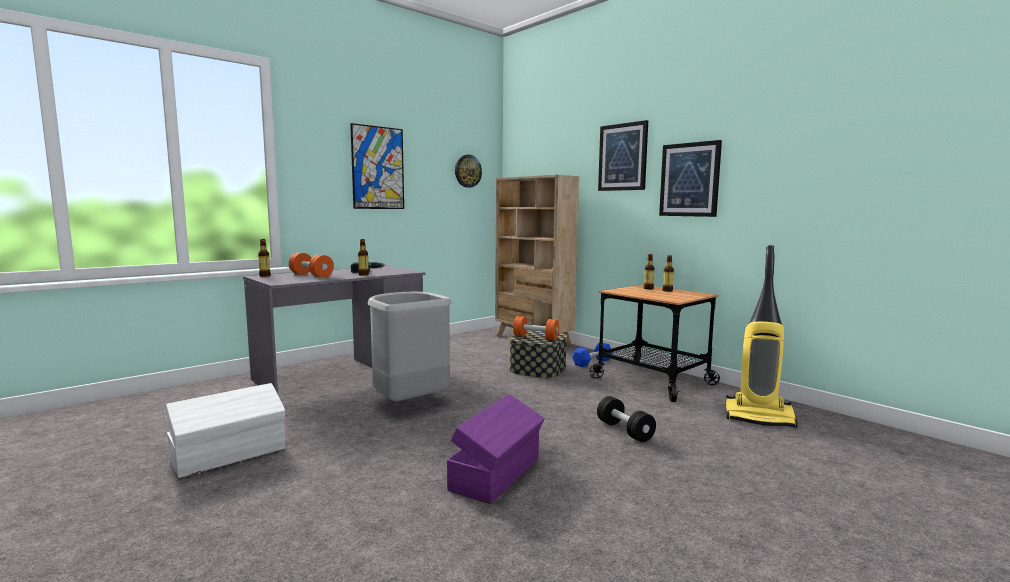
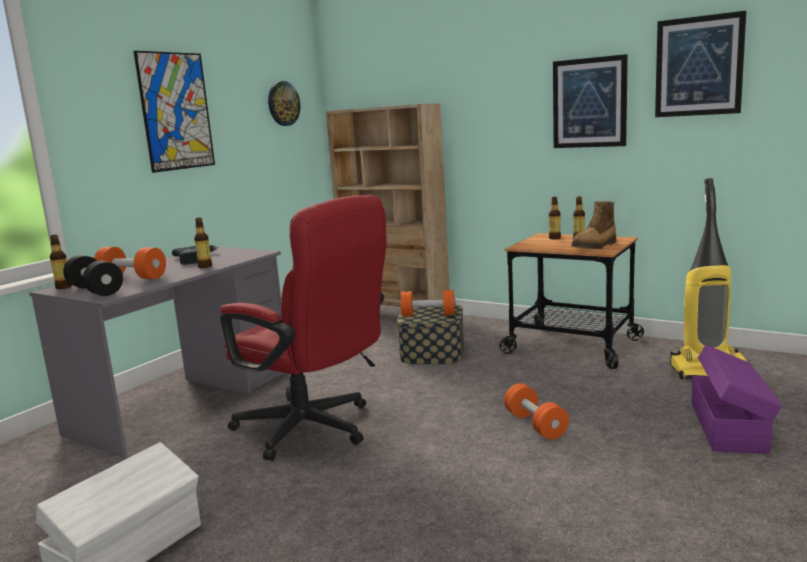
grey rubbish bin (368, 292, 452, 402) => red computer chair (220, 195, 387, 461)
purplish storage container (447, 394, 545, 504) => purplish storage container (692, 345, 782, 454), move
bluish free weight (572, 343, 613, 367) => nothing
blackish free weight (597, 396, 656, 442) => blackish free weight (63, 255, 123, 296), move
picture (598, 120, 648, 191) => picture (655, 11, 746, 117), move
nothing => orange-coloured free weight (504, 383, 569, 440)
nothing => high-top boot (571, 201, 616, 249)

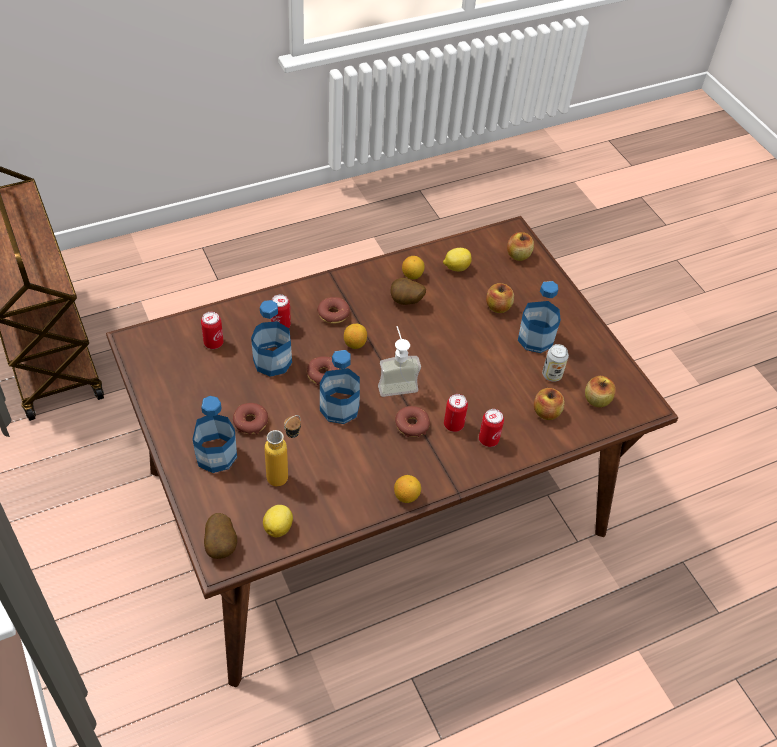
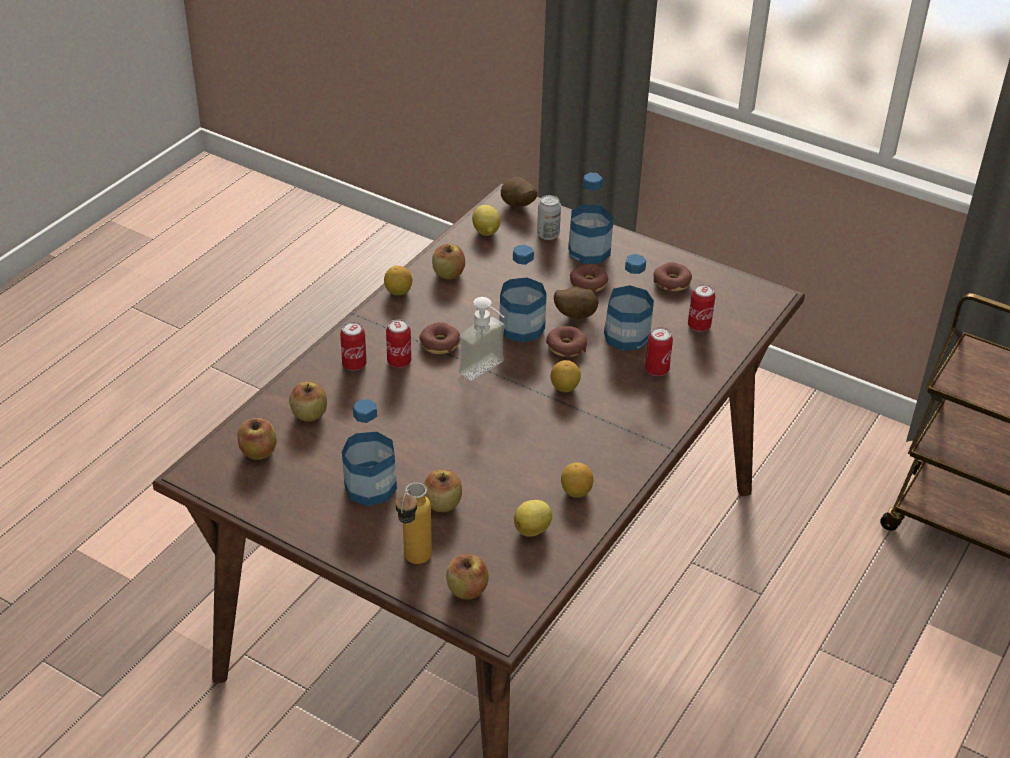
bottle (264, 415, 301, 487) => bottle (396, 483, 432, 564), move
doughnut (317, 297, 350, 324) => doughnut (653, 262, 692, 292), move
spud (391, 278, 426, 305) => spud (554, 287, 598, 319), move
sealed can (542, 344, 569, 382) => sealed can (537, 195, 561, 240), move
nothing => apple (432, 244, 465, 280)

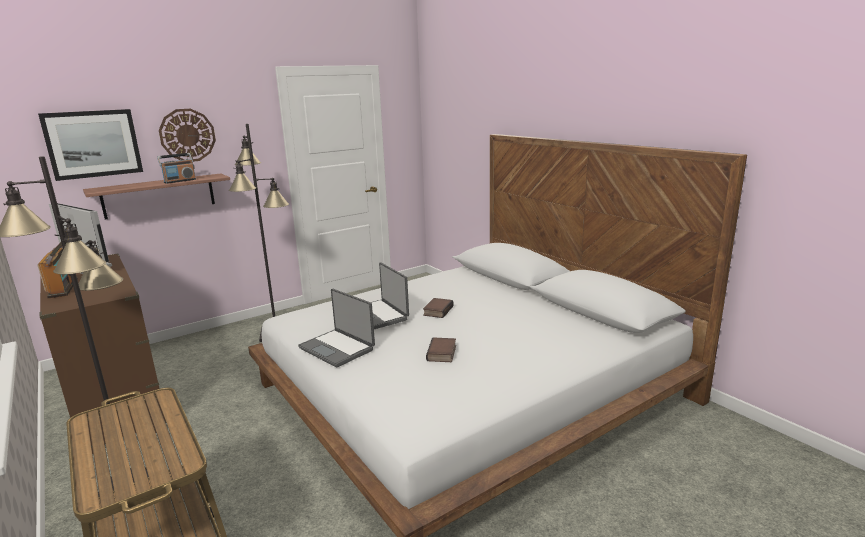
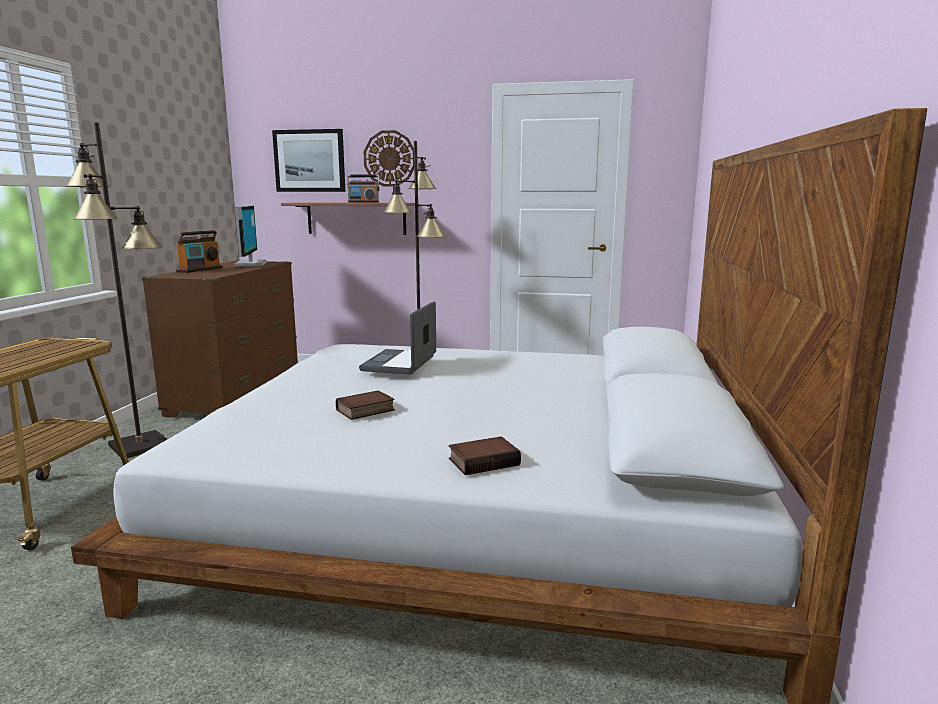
notebook computer (298, 289, 375, 367) => nothing
bound book (423, 298, 454, 318) => bound book (449, 436, 521, 475), move

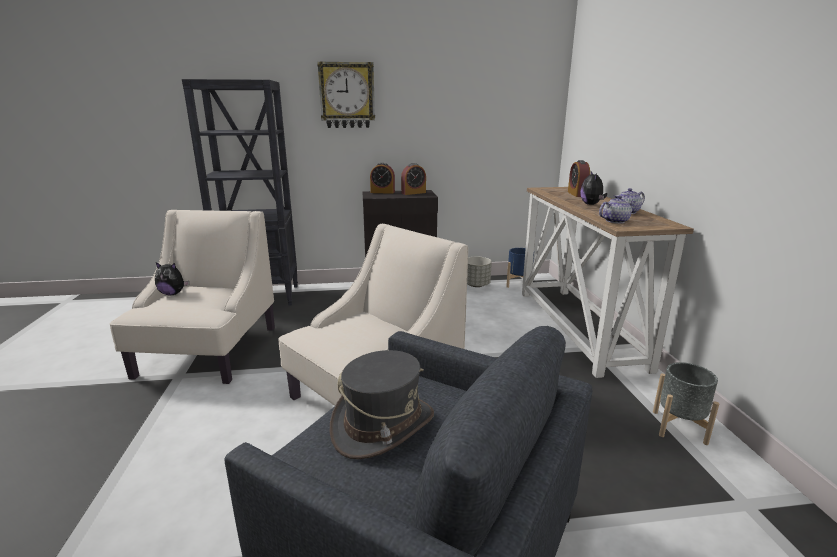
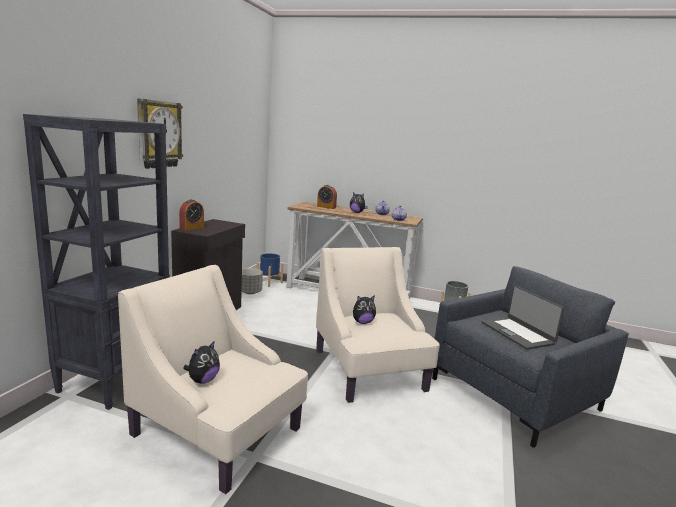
grey hat (330, 350, 434, 459) => notebook computer (481, 285, 564, 350)
table clock (401, 163, 426, 195) => nothing
nothing => plush toy (353, 295, 376, 324)

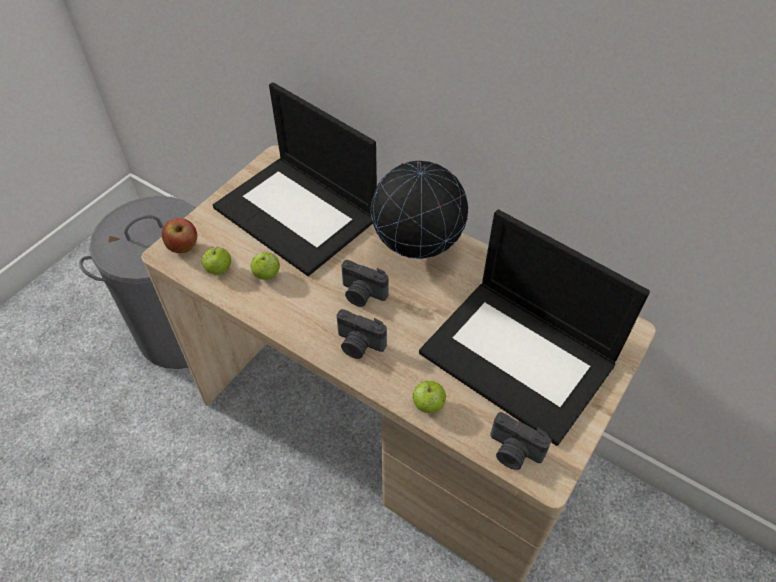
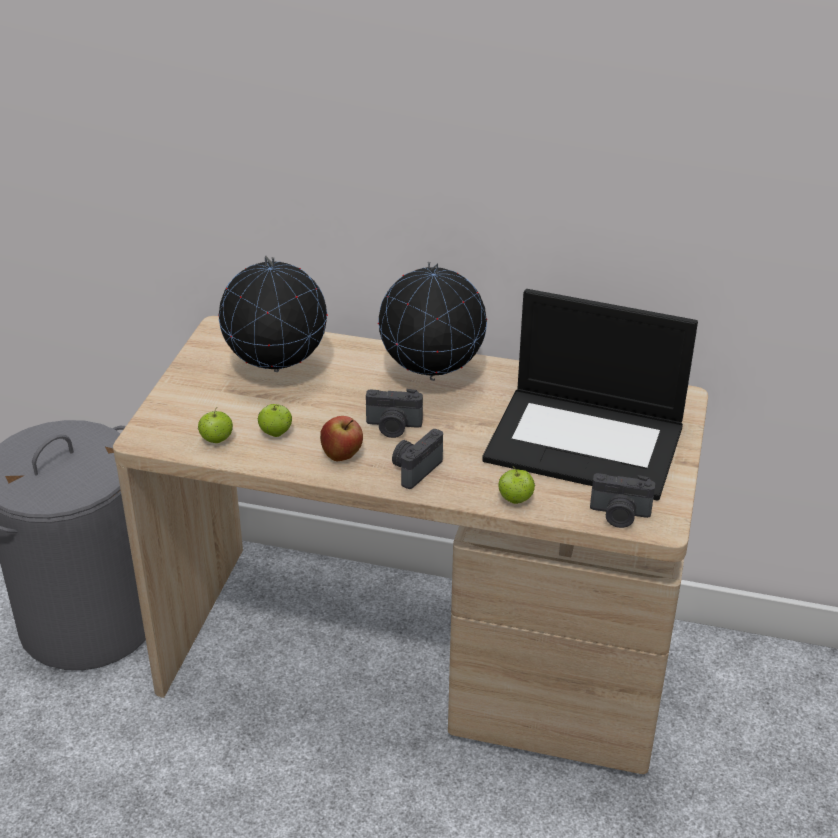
apple (162, 218, 197, 253) => apple (320, 416, 363, 461), move
notebook computer (213, 82, 377, 276) => world globe (218, 256, 328, 372)
still camera (337, 309, 387, 359) => still camera (392, 429, 443, 489), 120 degrees clockwise

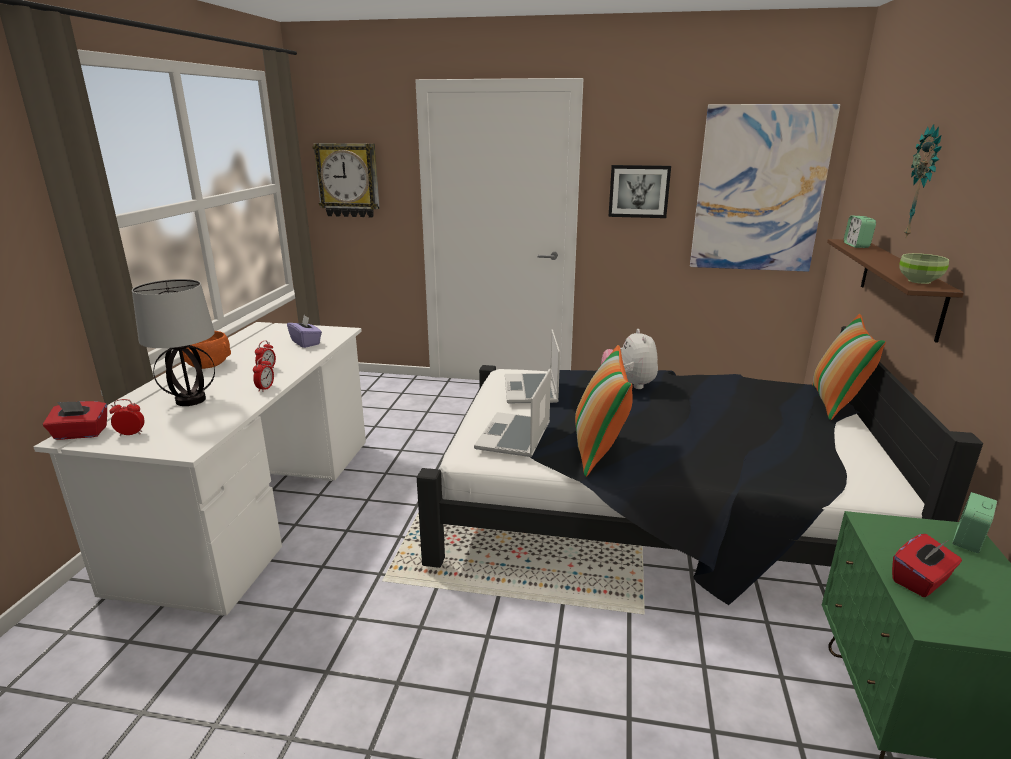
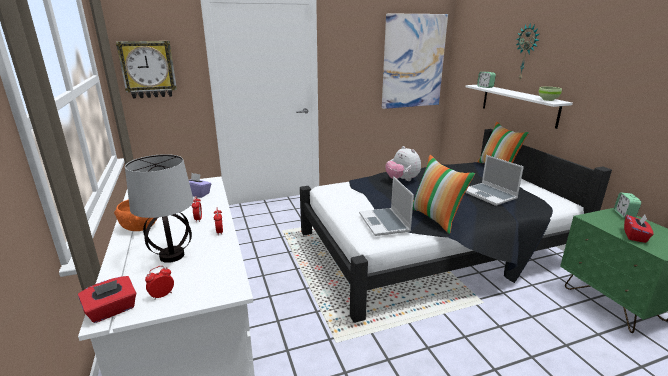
notebook computer (505, 329, 560, 403) => notebook computer (465, 155, 524, 206), move
picture (608, 165, 671, 218) => nothing
brownish wall shelf (827, 239, 964, 343) => whitish wall shelf (466, 85, 573, 129)

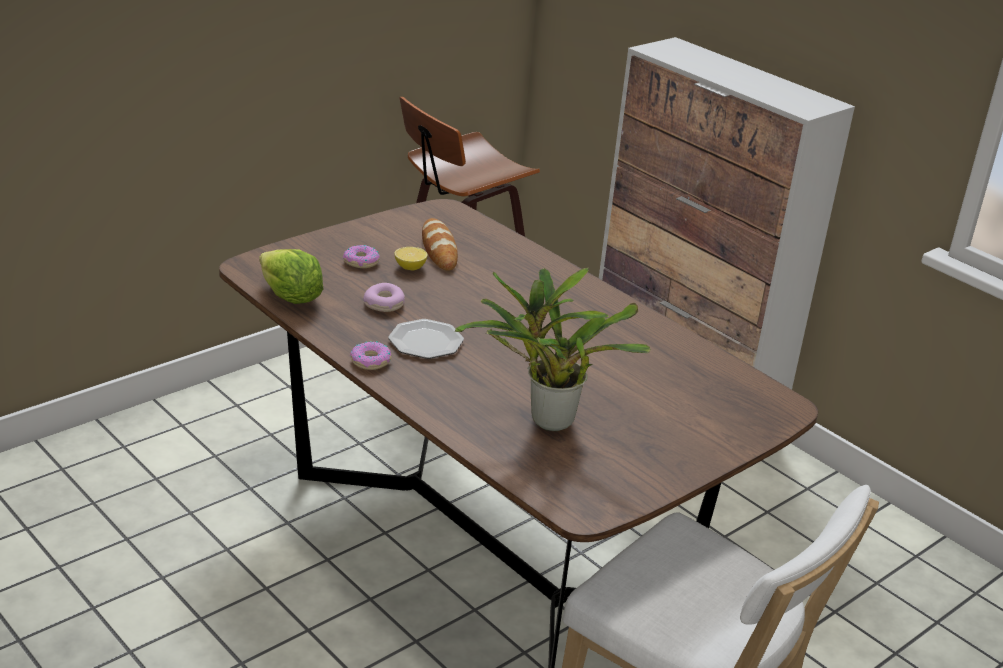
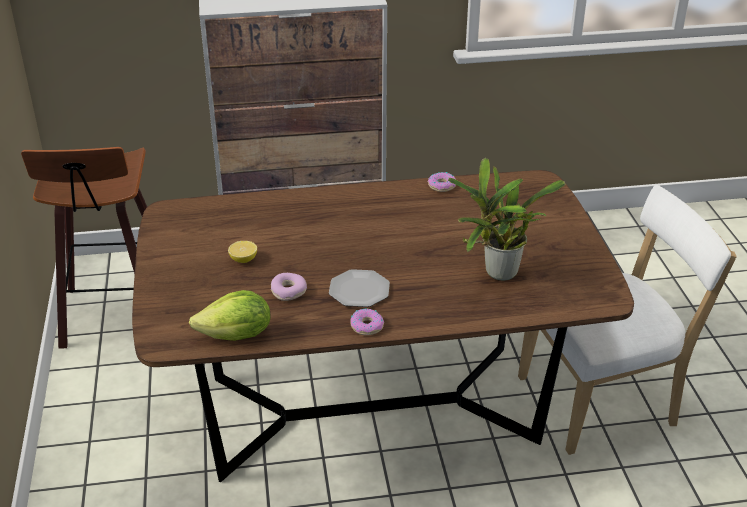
doughnut (343, 245, 380, 268) => doughnut (428, 172, 456, 192), move
bread (422, 218, 458, 271) => nothing

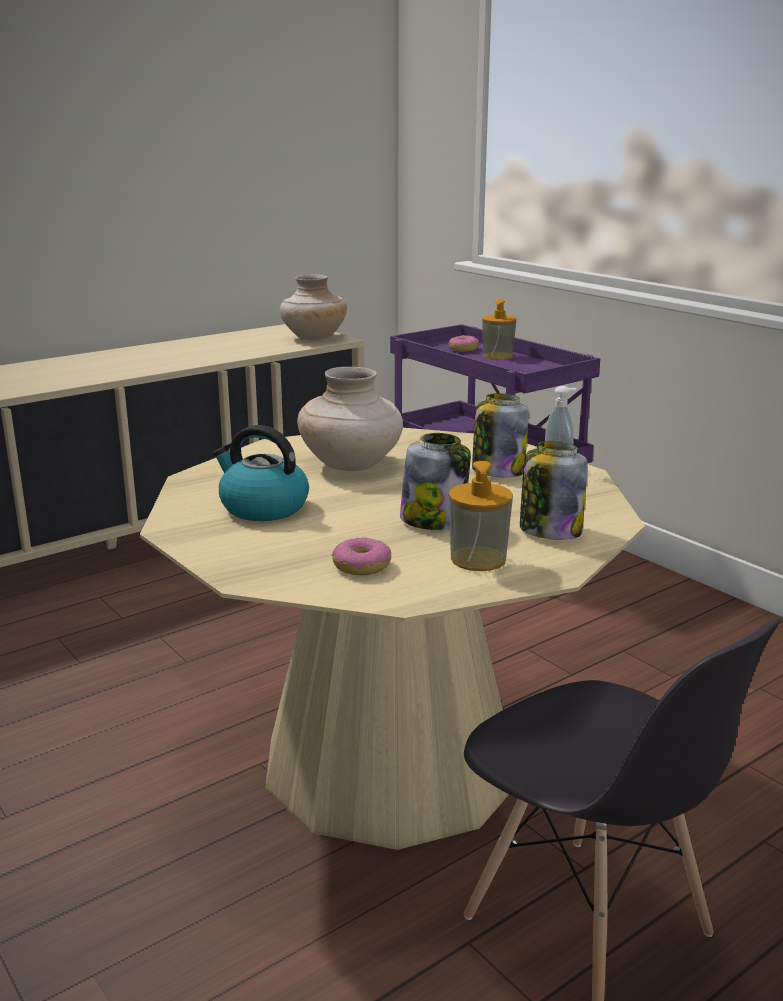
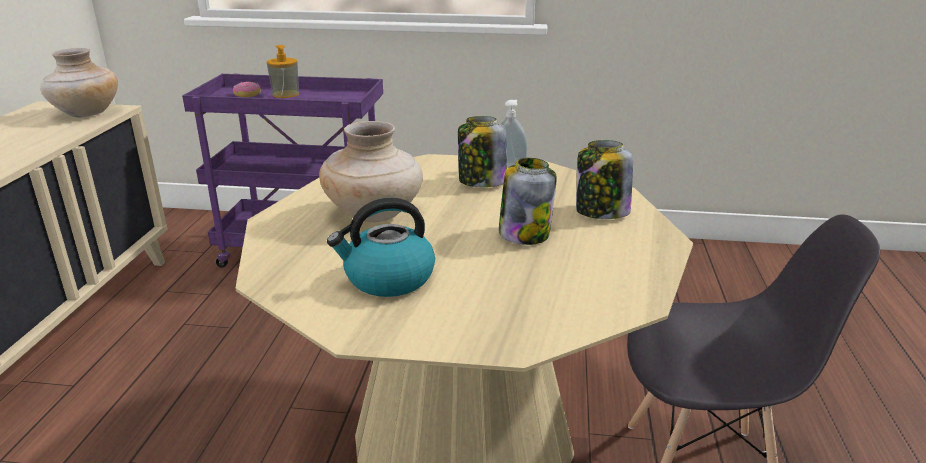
doughnut (332, 537, 391, 575) => nothing
soap dispenser (449, 461, 513, 571) => nothing

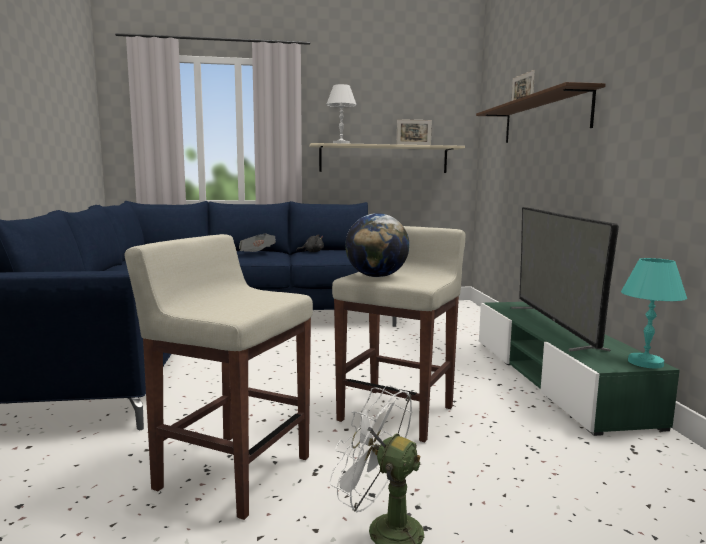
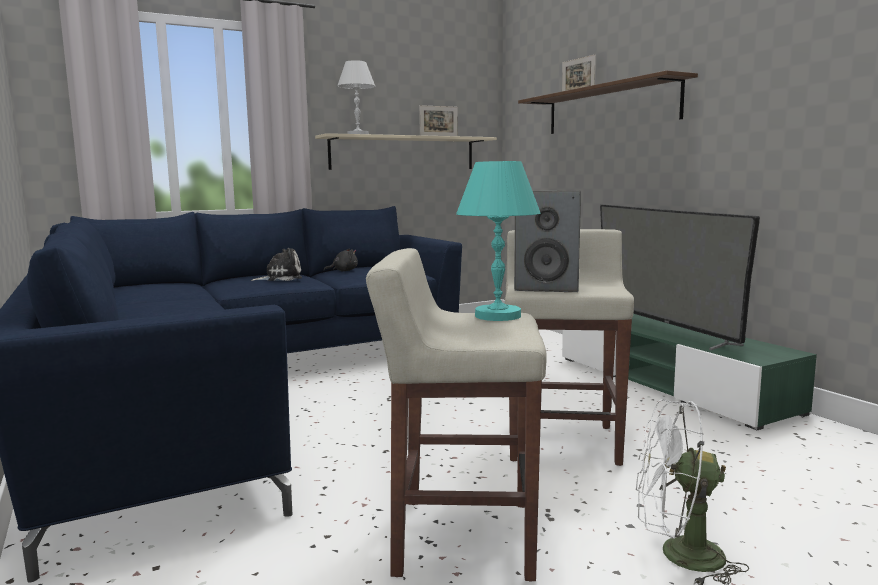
daily paper (239, 234, 276, 252) => plush toy (251, 248, 302, 281)
world globe (345, 213, 409, 277) => loudspeaker (514, 190, 581, 292)
turquoise tabletop lamp (621, 258, 687, 368) => turquoise tabletop lamp (456, 161, 541, 321), move

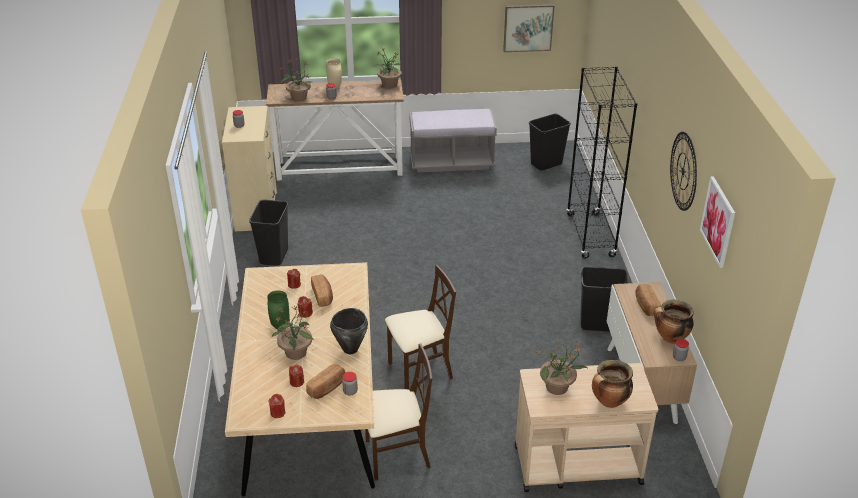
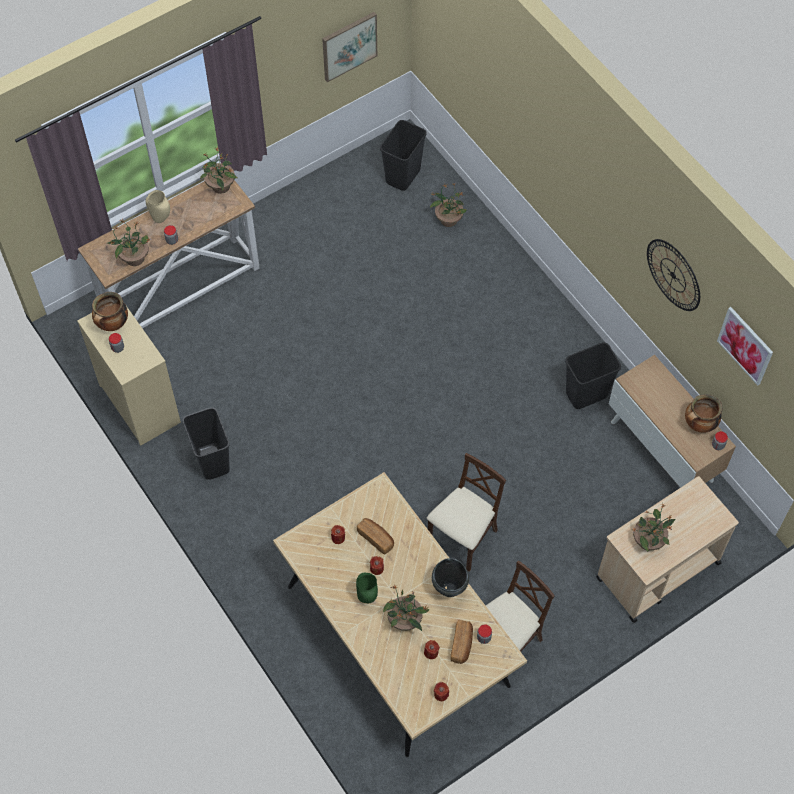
grey bench (409, 109, 497, 172) => nothing
blackish shelving unit (567, 66, 638, 259) => nothing
cooking pot (592, 360, 633, 408) => cooking pot (92, 292, 128, 331), move
bread (635, 284, 661, 316) => nothing
nothing => houseplant (430, 184, 467, 227)

